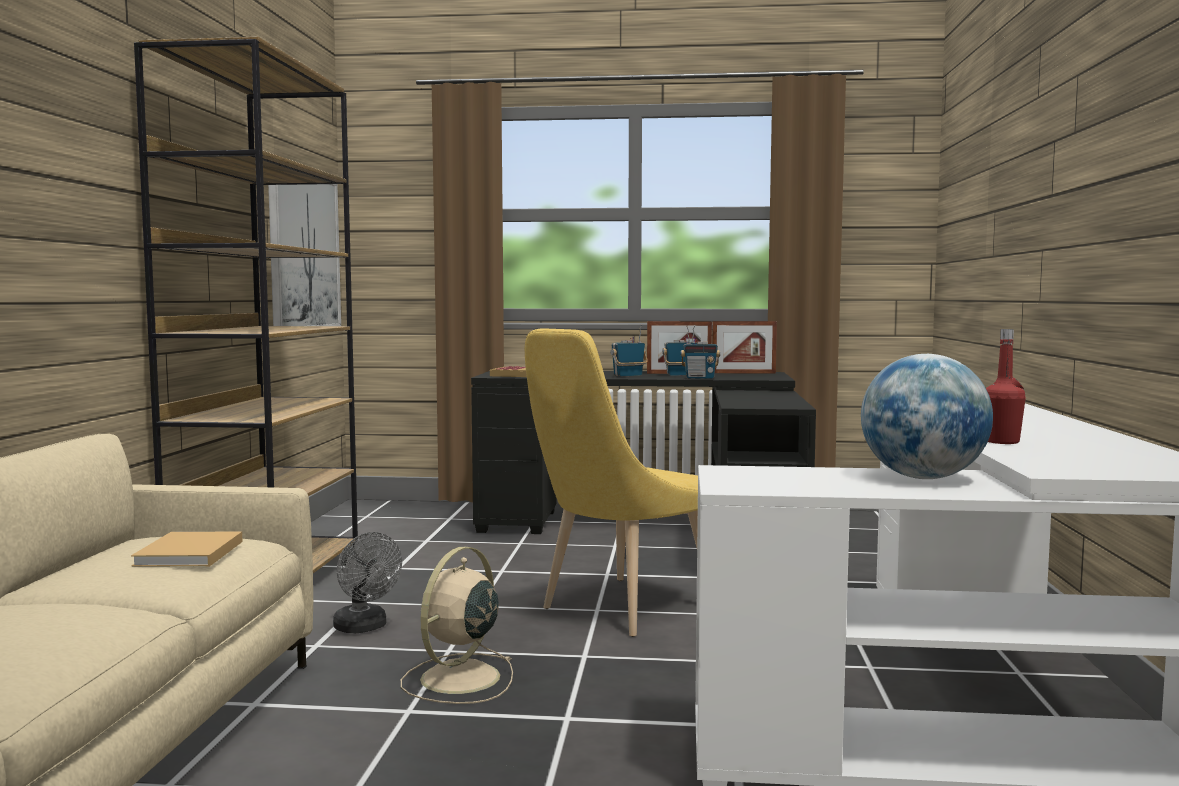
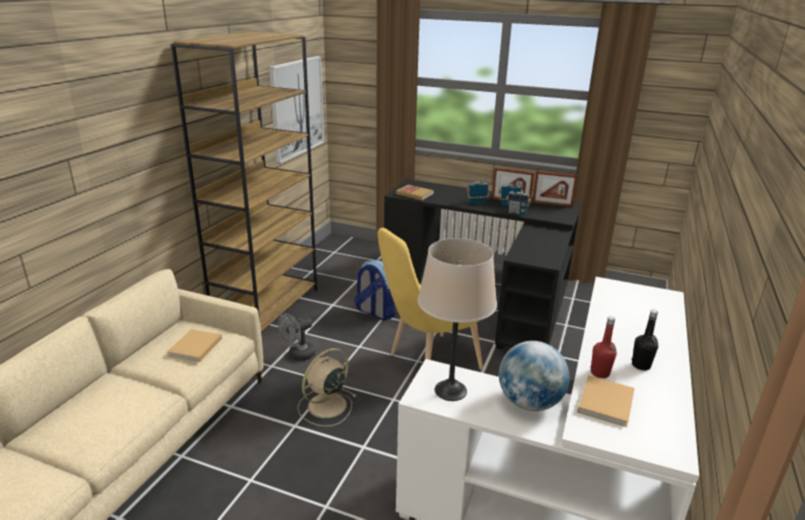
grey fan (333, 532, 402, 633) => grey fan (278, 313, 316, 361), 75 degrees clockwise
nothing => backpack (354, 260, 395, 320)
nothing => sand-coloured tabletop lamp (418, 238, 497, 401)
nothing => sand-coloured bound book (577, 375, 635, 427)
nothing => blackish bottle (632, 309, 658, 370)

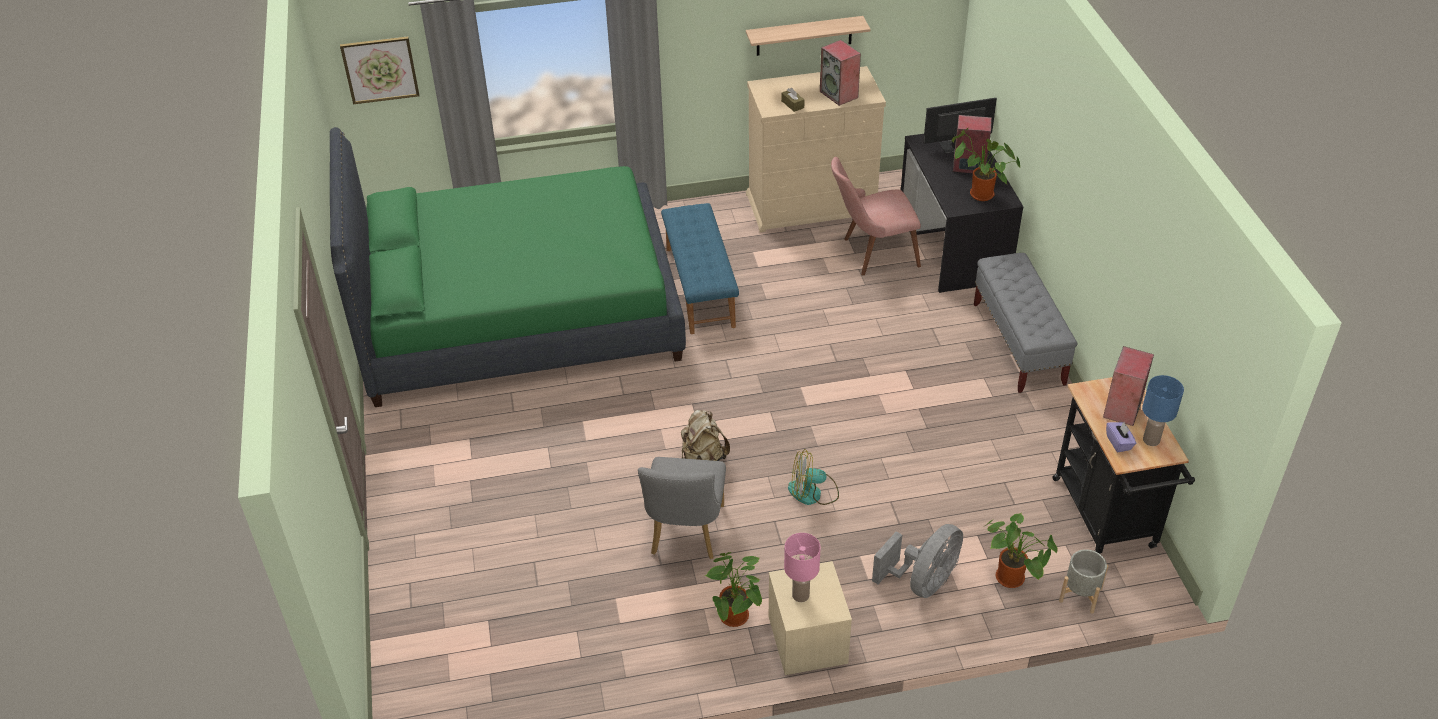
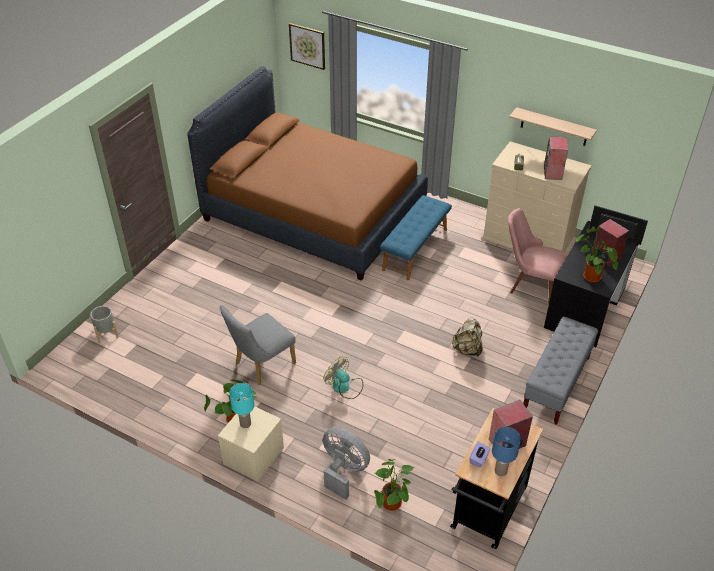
green-coloured bedroom bed (330, 127, 686, 407) => brownish bedroom bed (187, 66, 428, 281)
sand-coloured backpack (681, 410, 730, 461) => sand-coloured backpack (452, 318, 483, 357), move
pink-coloured tabletop lamp (784, 533, 820, 602) => turquoise tabletop lamp (229, 383, 254, 428)
grey fan (872, 524, 963, 598) => grey fan (323, 427, 370, 500), 135 degrees counterclockwise
grey plant pot (1059, 549, 1108, 613) => grey plant pot (90, 306, 119, 343), move

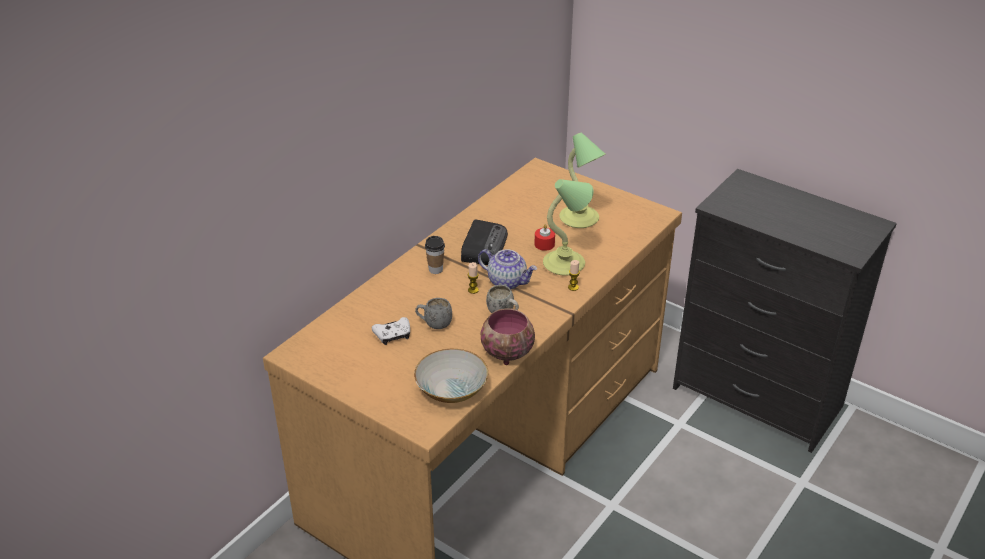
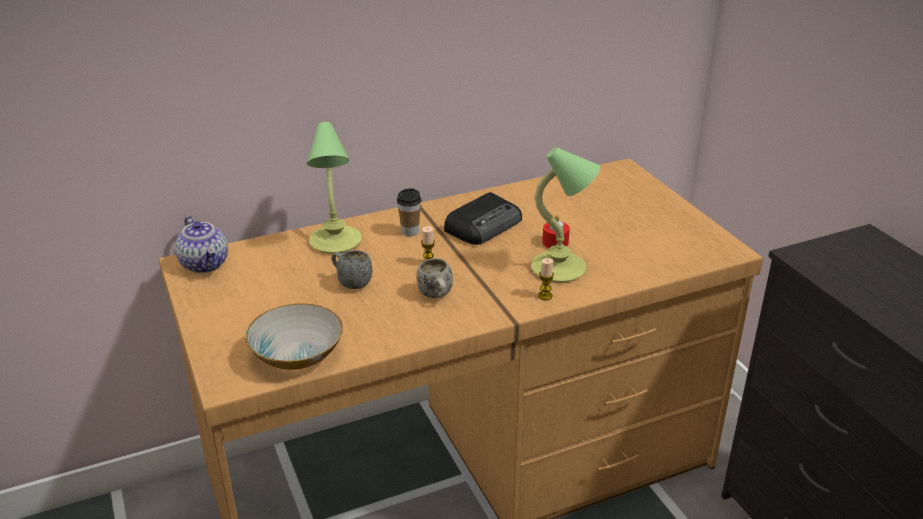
whitish gamepad (371, 317, 410, 345) => nothing
teapot (478, 249, 537, 289) => teapot (175, 216, 228, 273), move
bowl (481, 308, 535, 365) => nothing
tabletop lamp (559, 132, 605, 228) => tabletop lamp (307, 122, 362, 254), move

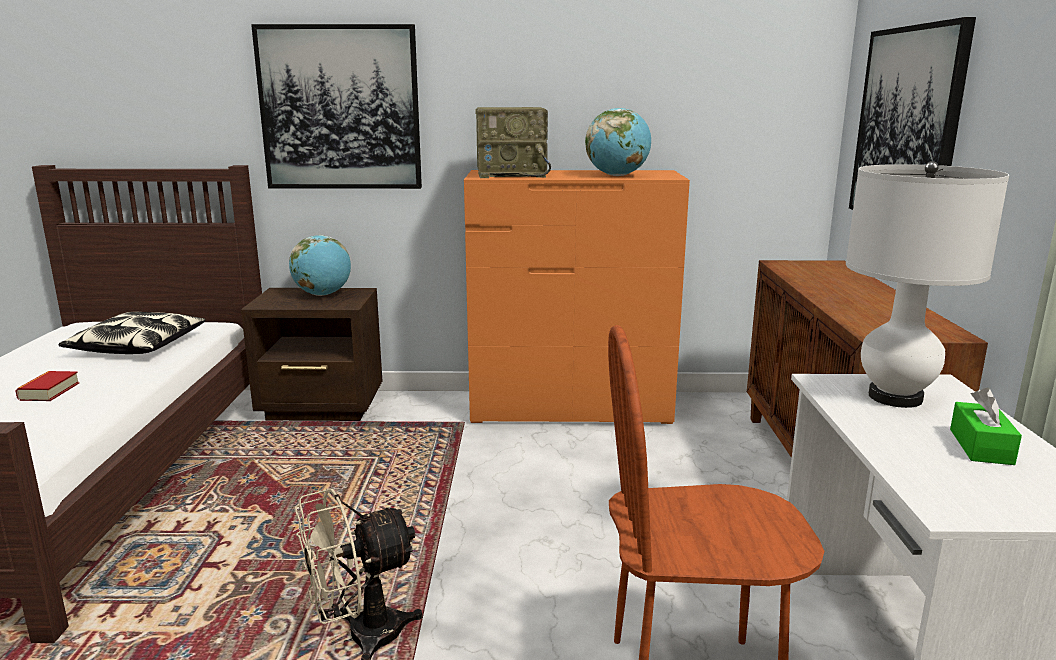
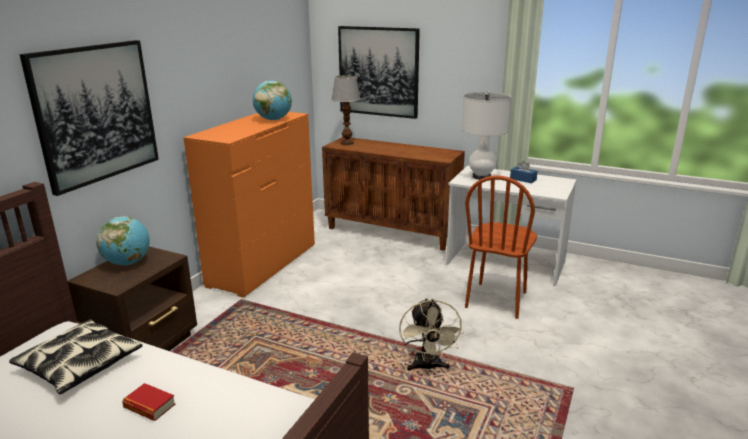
radio set (476, 107, 551, 178) => nothing
green-coloured box of tissues (950, 387, 1022, 465) => bluish box of tissues (510, 161, 538, 183)
nothing => tabletop lamp (331, 75, 361, 146)

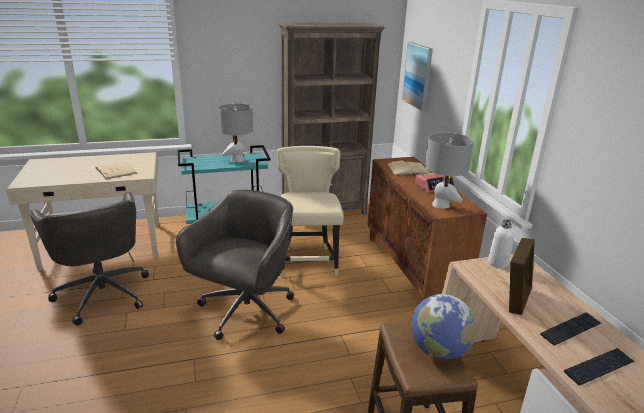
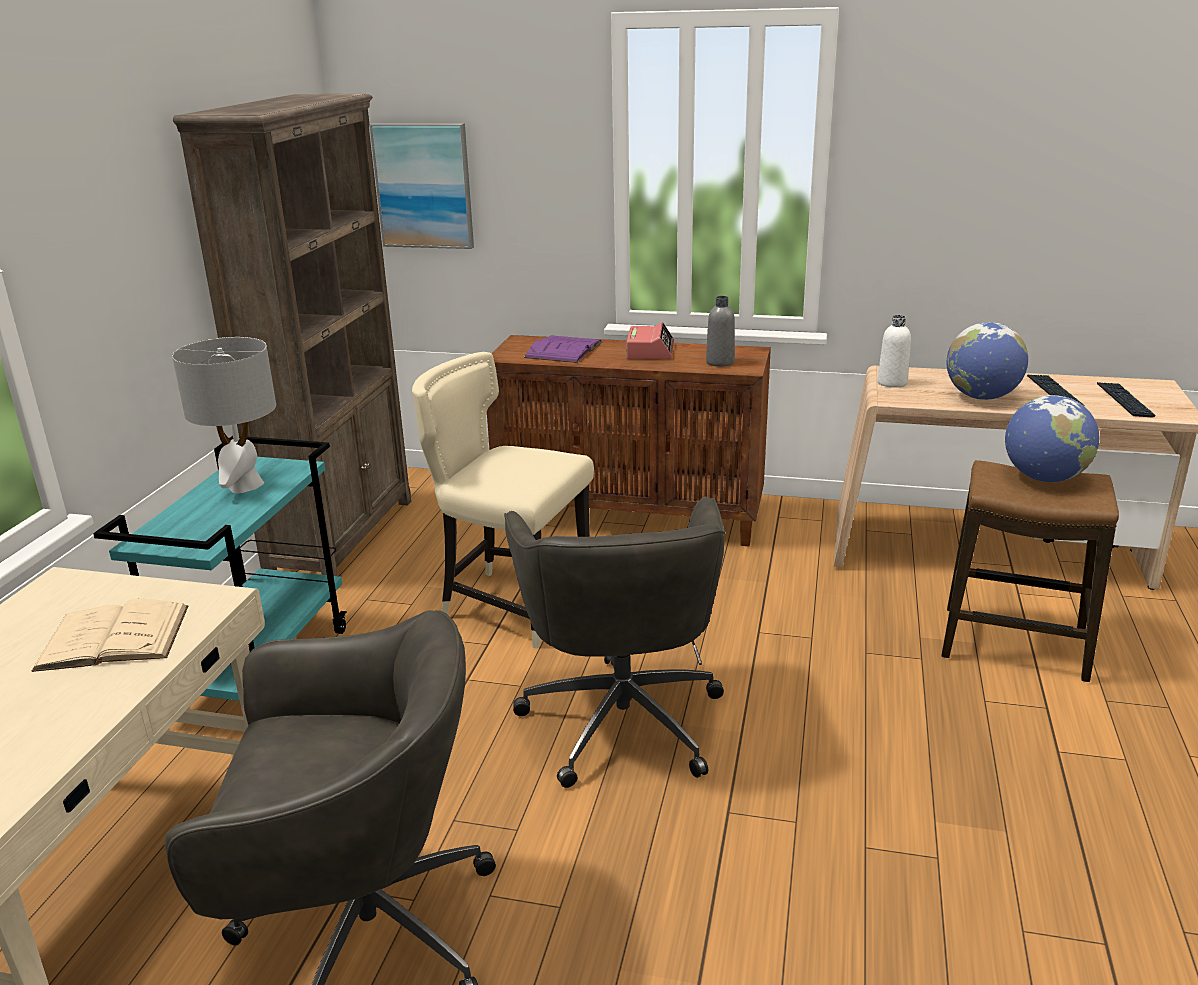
grey computer chair (176, 190, 294, 340) => grey computer chair (504, 497, 725, 788), 150 degrees counterclockwise
sand-coloured bound book (387, 160, 430, 176) => purplish bound book (524, 335, 603, 363)
grey tabletop lamp (425, 132, 474, 209) => grey bottle (706, 296, 735, 367)
photo frame (509, 238, 535, 315) => world globe (947, 322, 1028, 400)

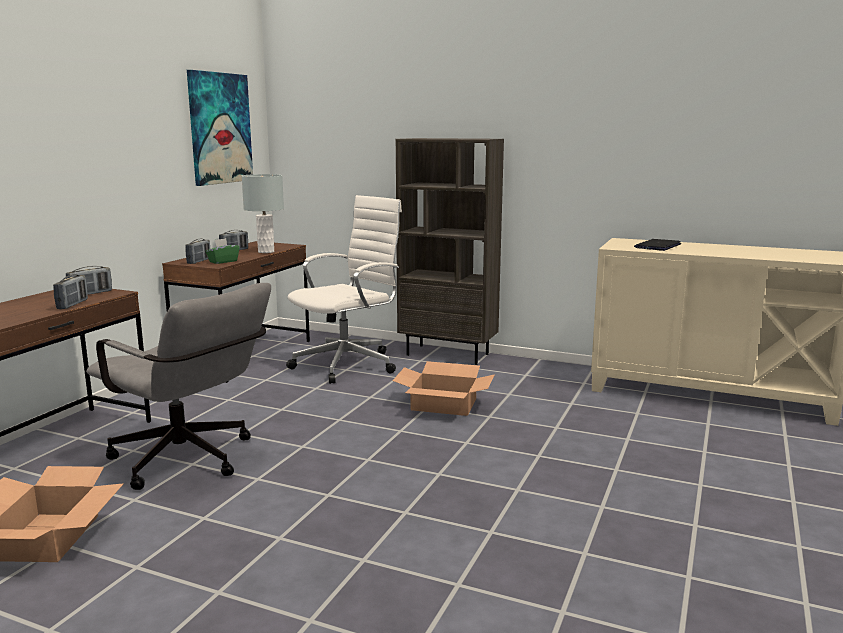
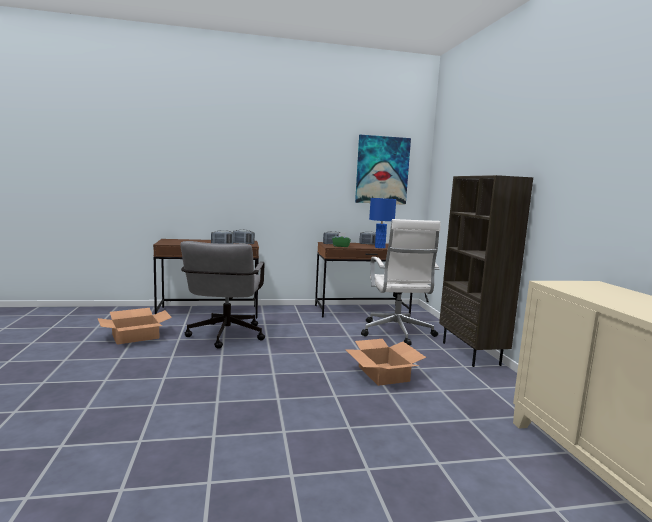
grey tabletop lamp (242, 174, 284, 253) => bluish tabletop lamp (369, 198, 396, 248)
whitish computer chair (286, 195, 402, 384) => whitish computer chair (361, 219, 441, 346), 75 degrees clockwise
notebook computer (634, 239, 681, 251) => nothing

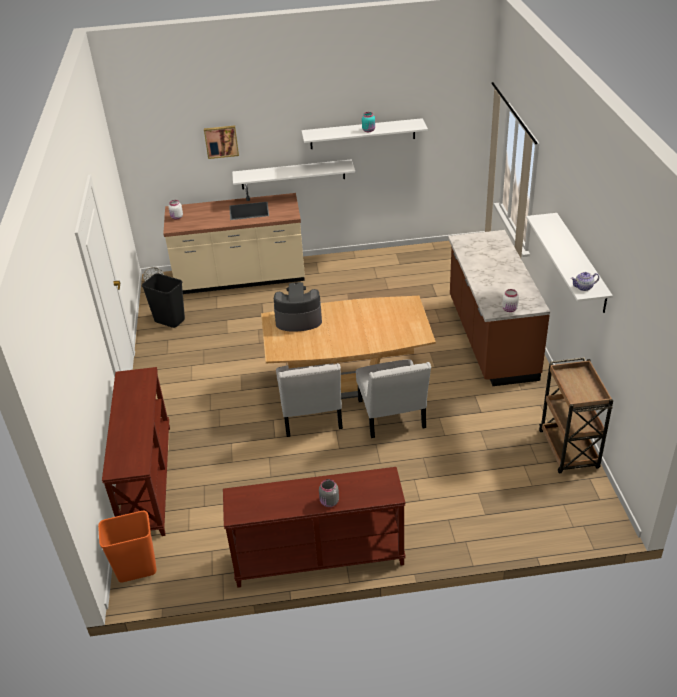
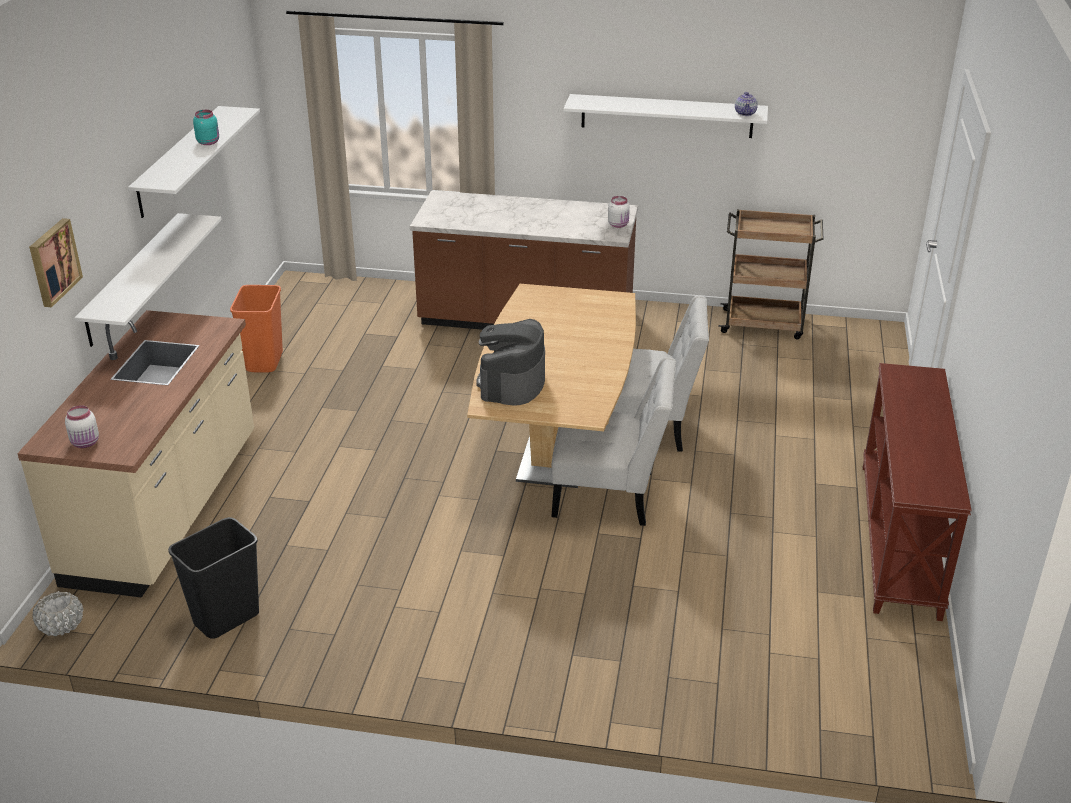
orange-coloured rubbish bin (98, 511, 157, 582) => orange-coloured rubbish bin (230, 285, 283, 373), move
brownish hall table (102, 367, 170, 536) => nothing
grey storage jar (319, 479, 339, 507) => nothing

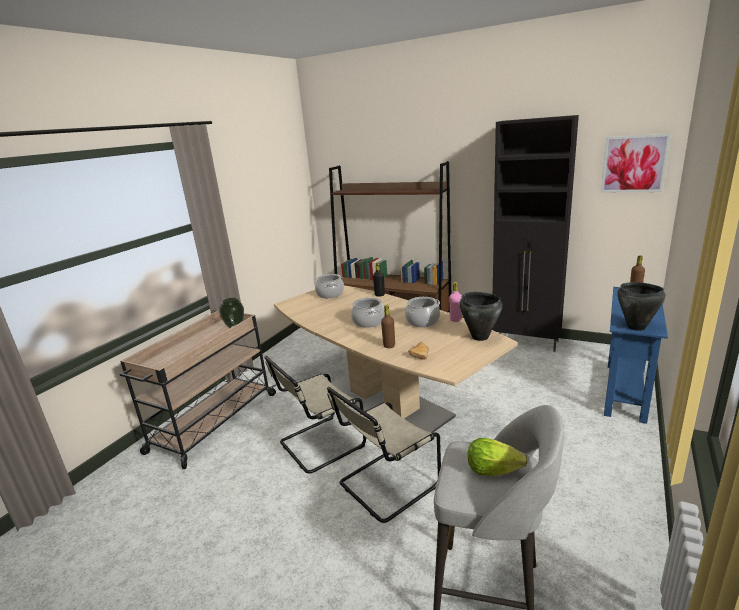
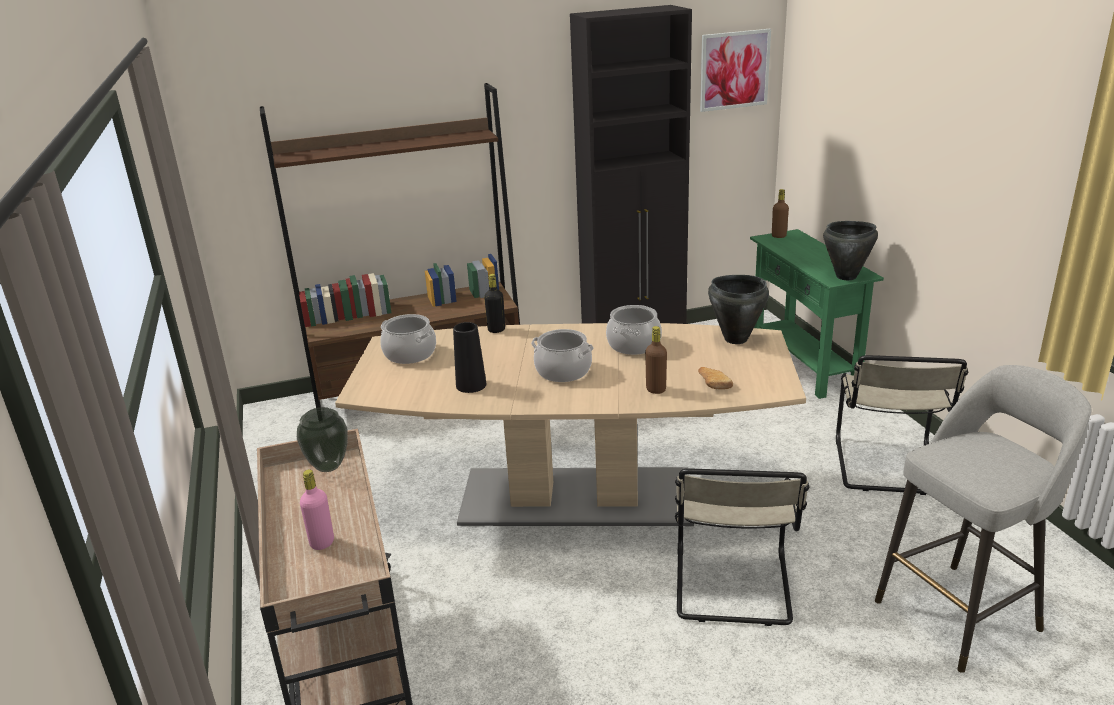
sand-coloured upright chair (264, 356, 366, 473) => sand-coloured upright chair (836, 355, 968, 495), move
pink-coloured bottle (449, 282, 462, 322) => pink-coloured bottle (300, 469, 334, 550), move
lettuce (468, 438, 528, 476) => nothing
bluish hall table (604, 287, 668, 424) => green-coloured hall table (750, 229, 884, 399)
nothing => blackish vase (453, 322, 486, 393)

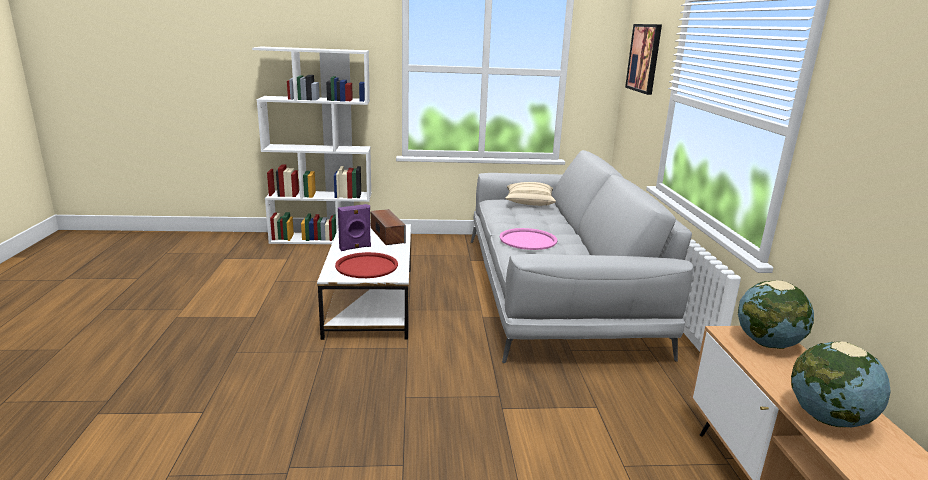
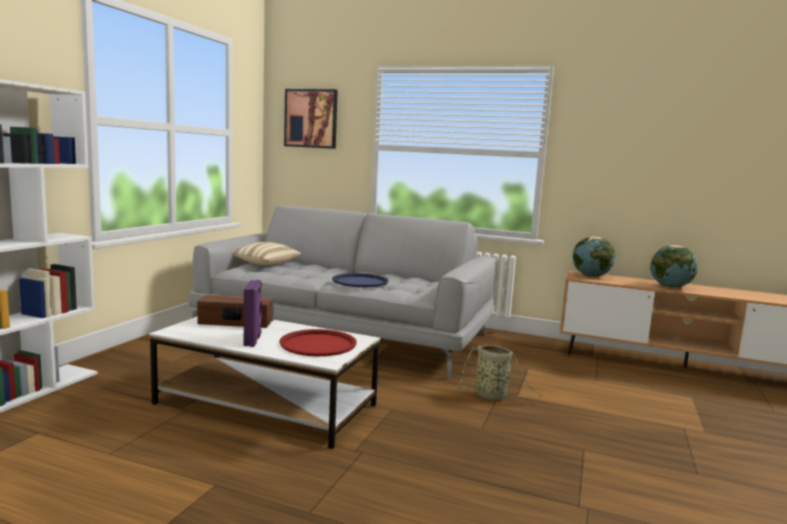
pink-coloured carrying tray (499, 228, 557, 250) => bluish carrying tray (332, 273, 388, 287)
nothing => household basket (457, 345, 543, 400)

